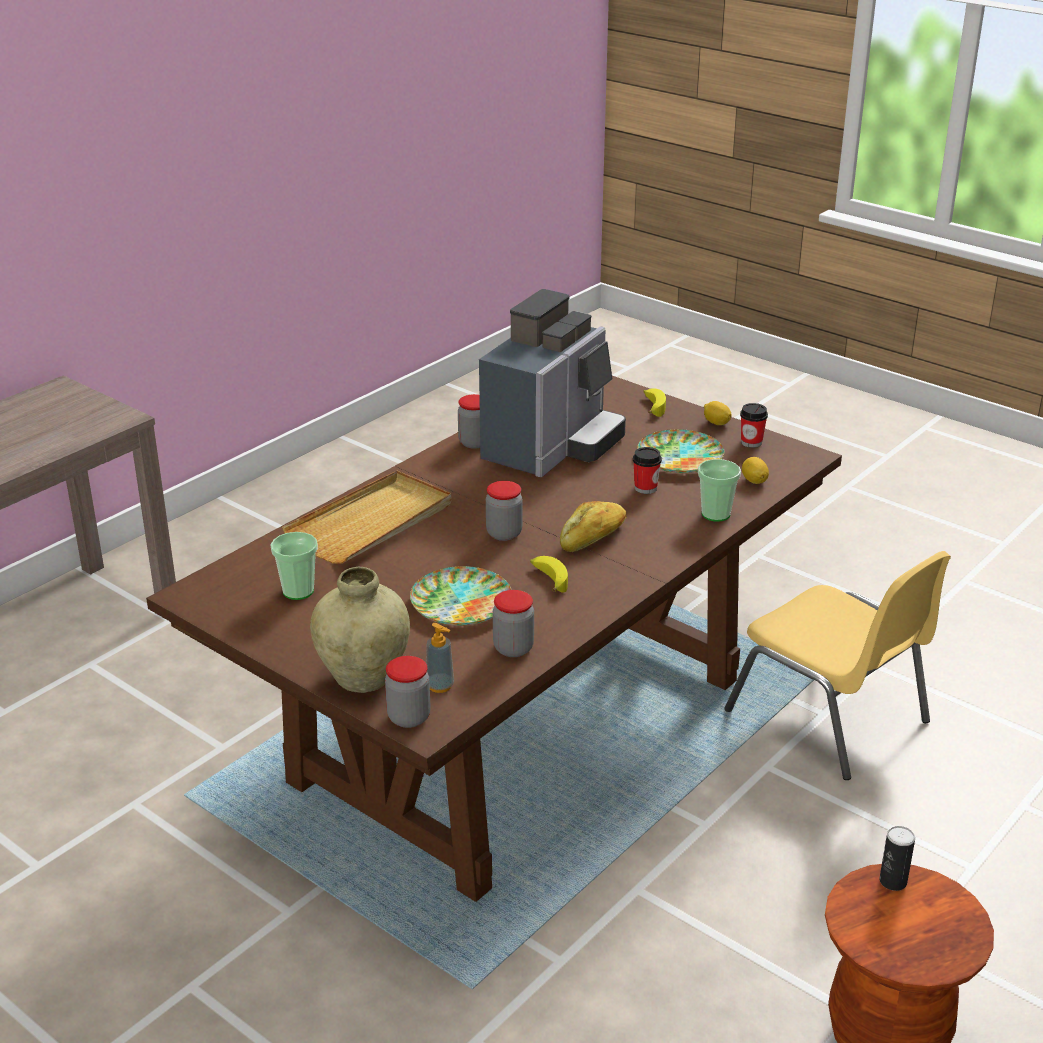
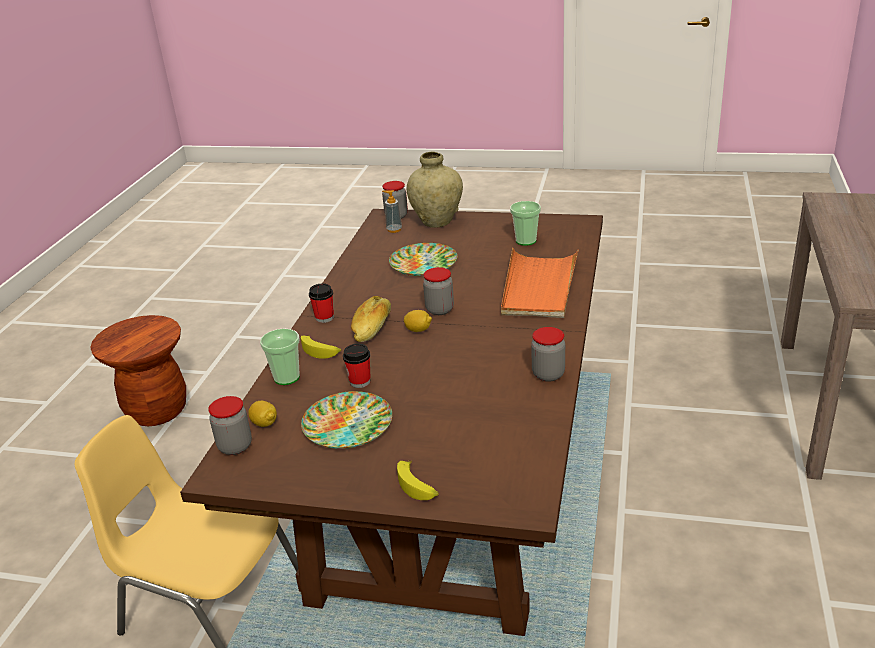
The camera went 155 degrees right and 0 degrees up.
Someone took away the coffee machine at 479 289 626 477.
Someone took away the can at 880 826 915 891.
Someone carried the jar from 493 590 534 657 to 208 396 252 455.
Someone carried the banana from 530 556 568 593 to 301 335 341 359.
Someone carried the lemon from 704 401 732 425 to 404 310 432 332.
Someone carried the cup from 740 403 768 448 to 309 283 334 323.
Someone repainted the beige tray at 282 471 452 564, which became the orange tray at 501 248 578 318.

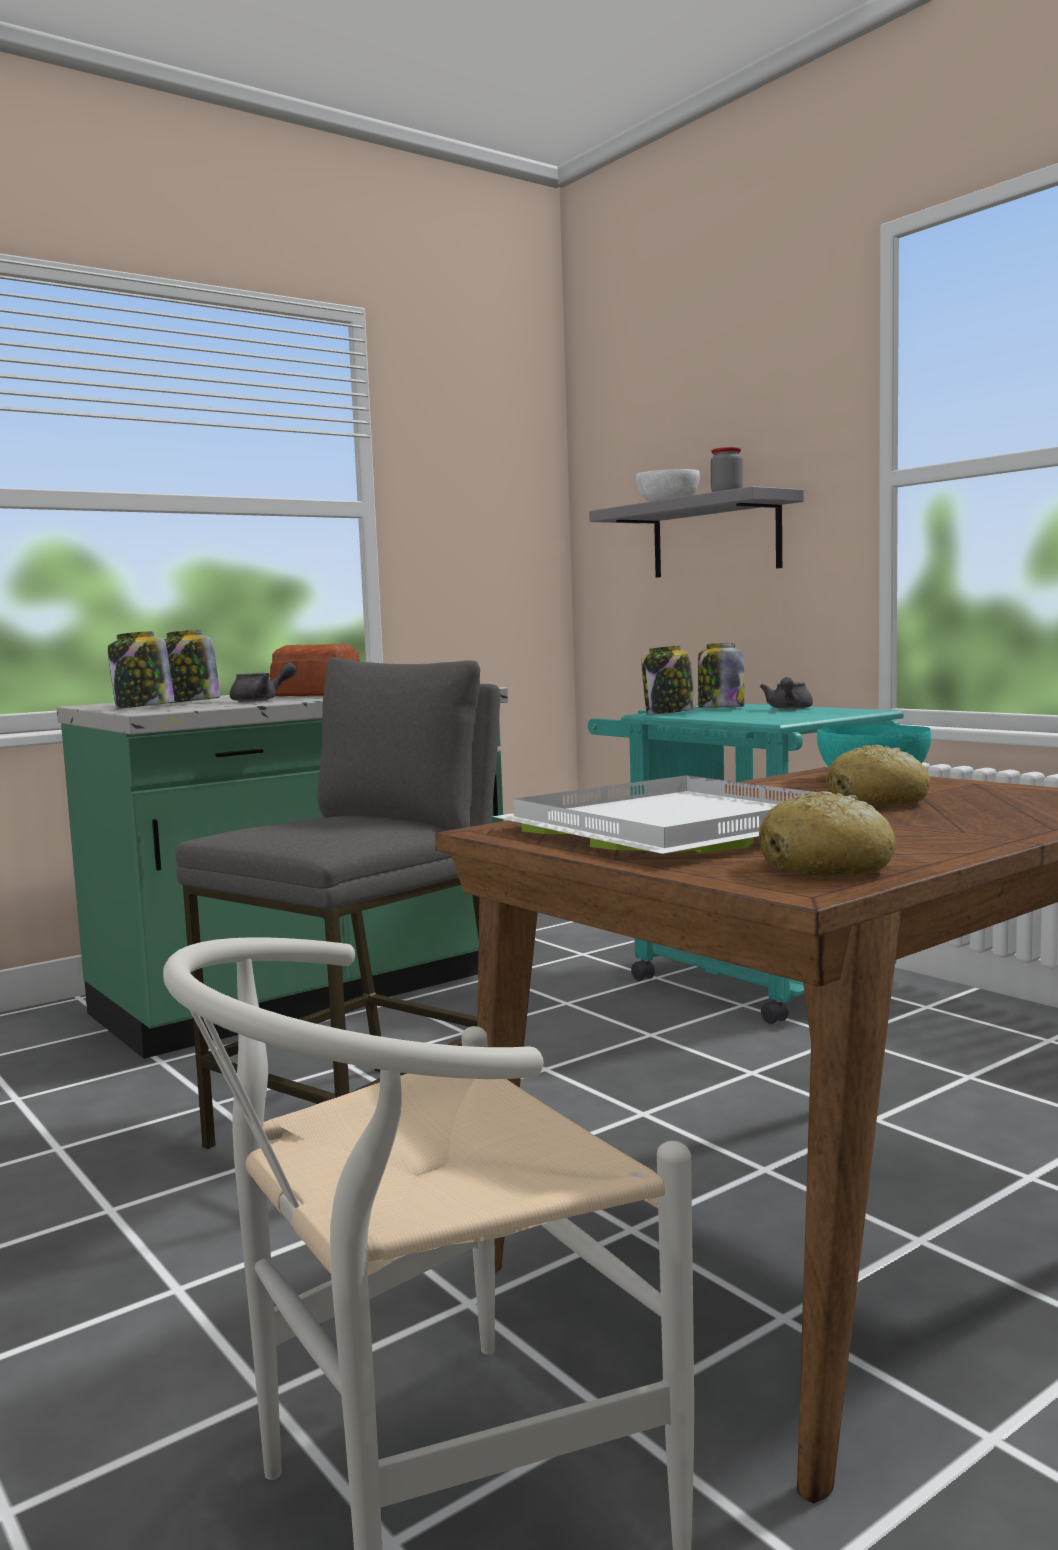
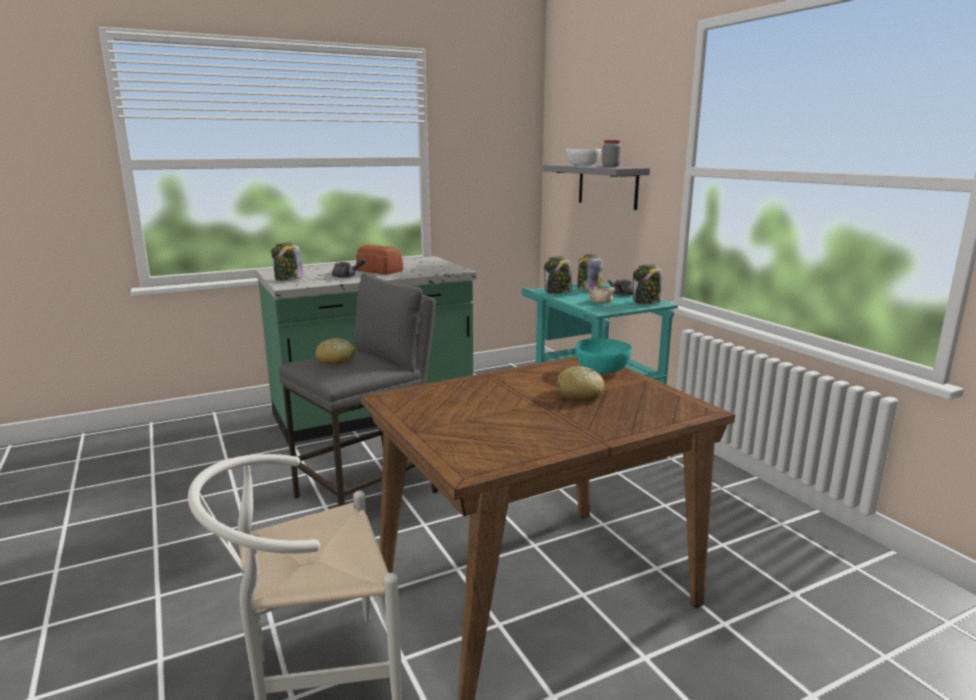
The camera went 10 degrees right and 10 degrees up.
Someone took away the white tray at 492 775 811 854.
Someone put down the beige teapot at 587 286 615 303.
Someone carried the jar from 165 630 220 703 to 633 265 662 304.
Someone carried the bread from 759 791 895 877 to 316 338 355 364.

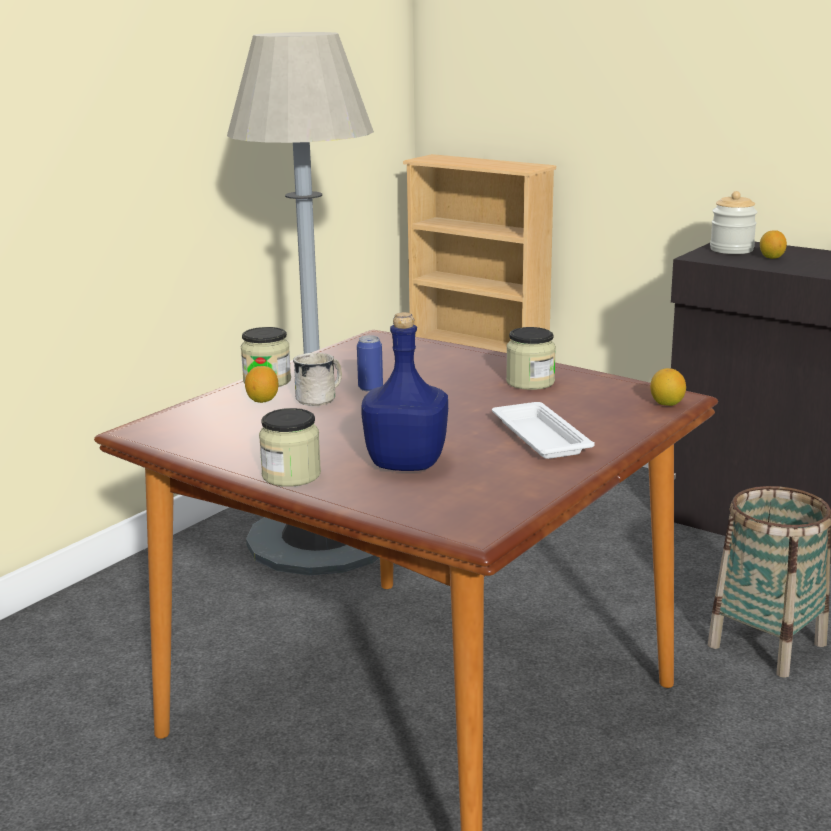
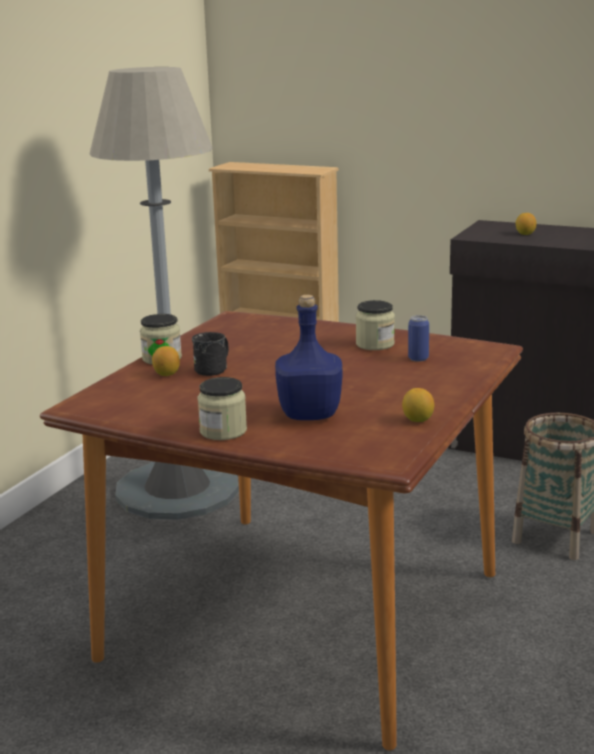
The camera went 10 degrees left and 0 degrees up.
Someone took away the white tray at 492 402 595 459.
Someone took away the jar at 710 191 757 254.
Someone carried the can from 357 335 383 391 to 408 315 429 362.
Someone carried the lemon from 650 368 686 406 to 402 388 434 422.
Someone repainted the white mug at 293 353 342 406, which became the black mug at 192 332 229 376.

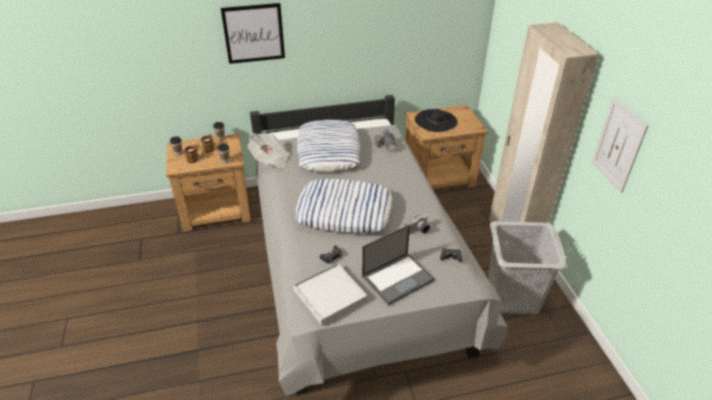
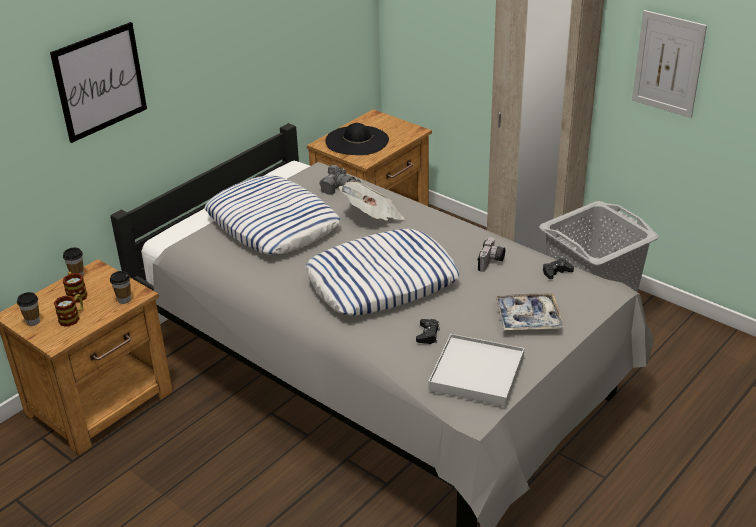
The camera went 35 degrees left and 5 degrees down.
Someone carried the newspaper from 247 133 290 169 to 339 182 405 221.
Someone swapped the laptop at 362 224 434 305 for the tray at 495 293 564 331.

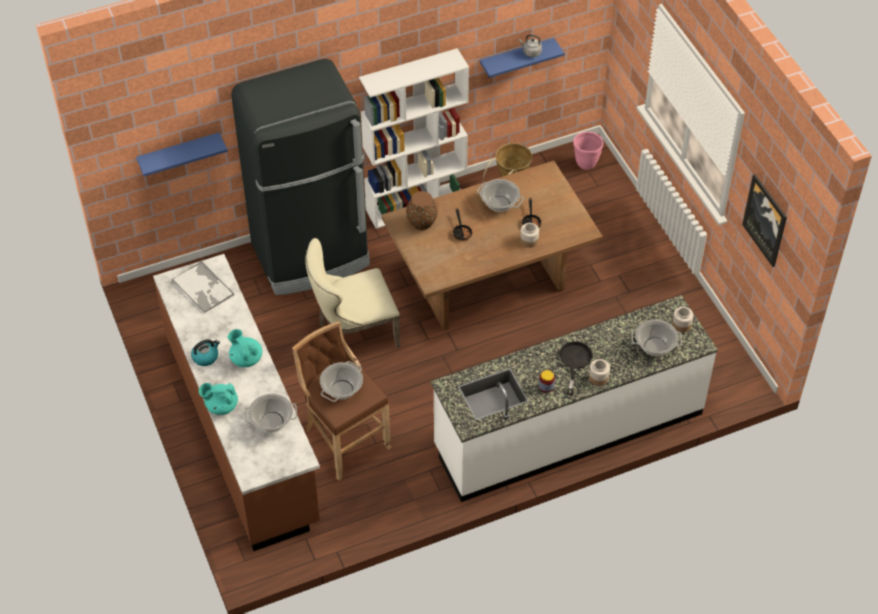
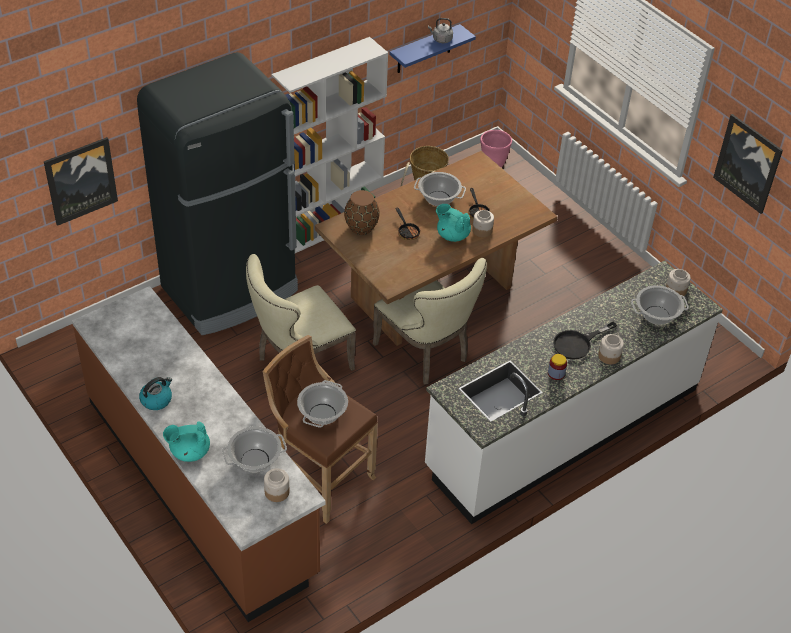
The camera went 15 degrees left and 5 degrees down.
Someone took away the tray at 172 261 234 313.
Someone put down the jar at 264 468 290 502.
Someone put down the beige chair at 373 258 487 384.
Someone carried the turquoise teapot from 228 329 262 367 to 436 204 471 242.
Someone swapped the blue shelf at 136 132 228 176 for the picture at 44 137 118 226.
Someone rotated the black frying pan at 559 341 593 395 by 120 degrees counterclockwise.

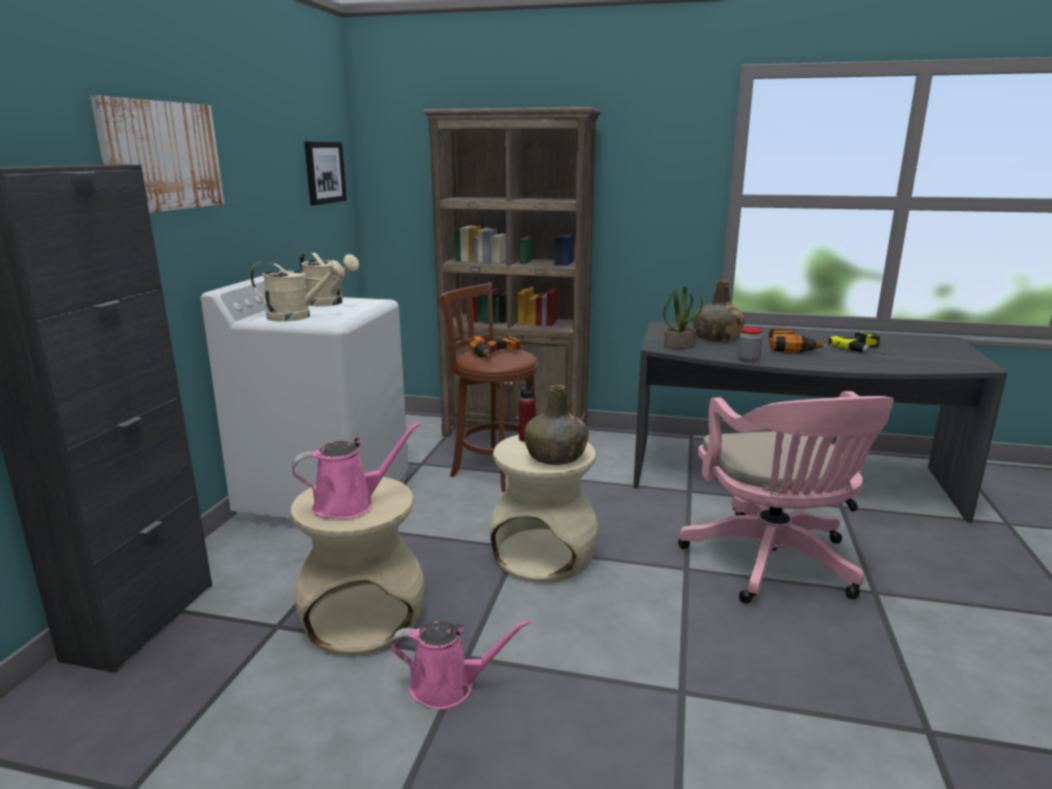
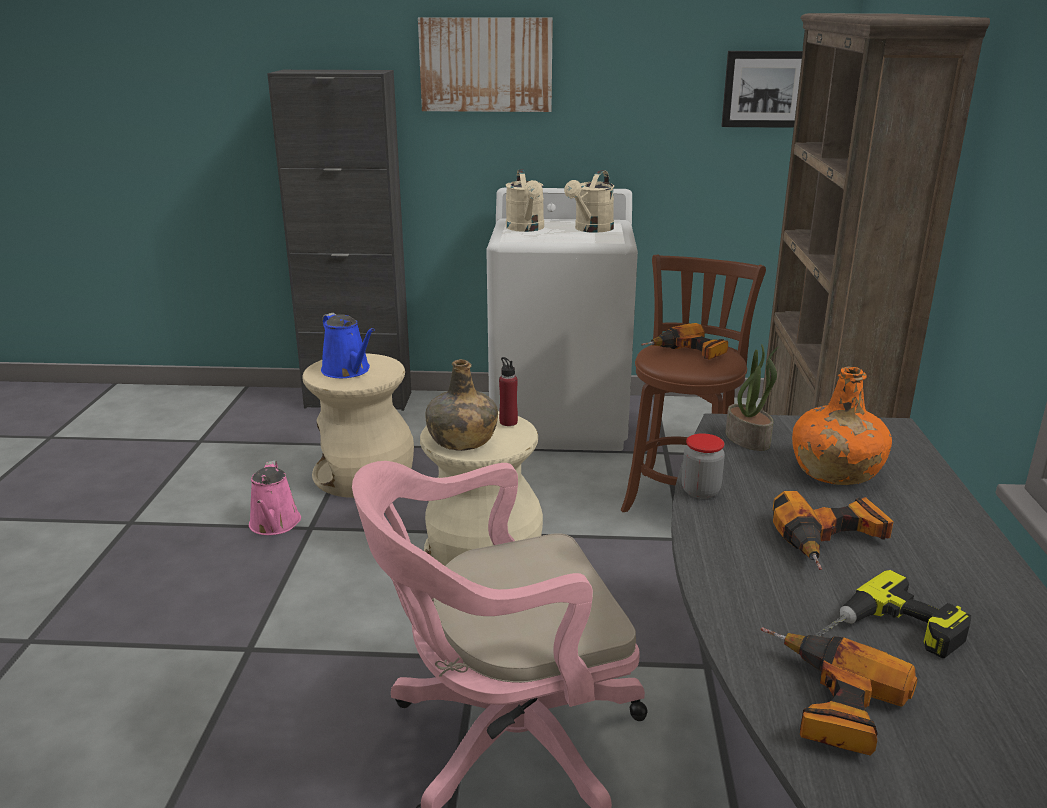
The camera went 80 degrees right and 5 degrees up.
Someone put down the power drill at 760 627 918 756.
Someone repainted the pink watering can at 292 422 421 519, which became the blue watering can at 321 313 375 378.
Someone repainted the green bottle at 693 280 745 342, which became the orange bottle at 792 366 892 485.

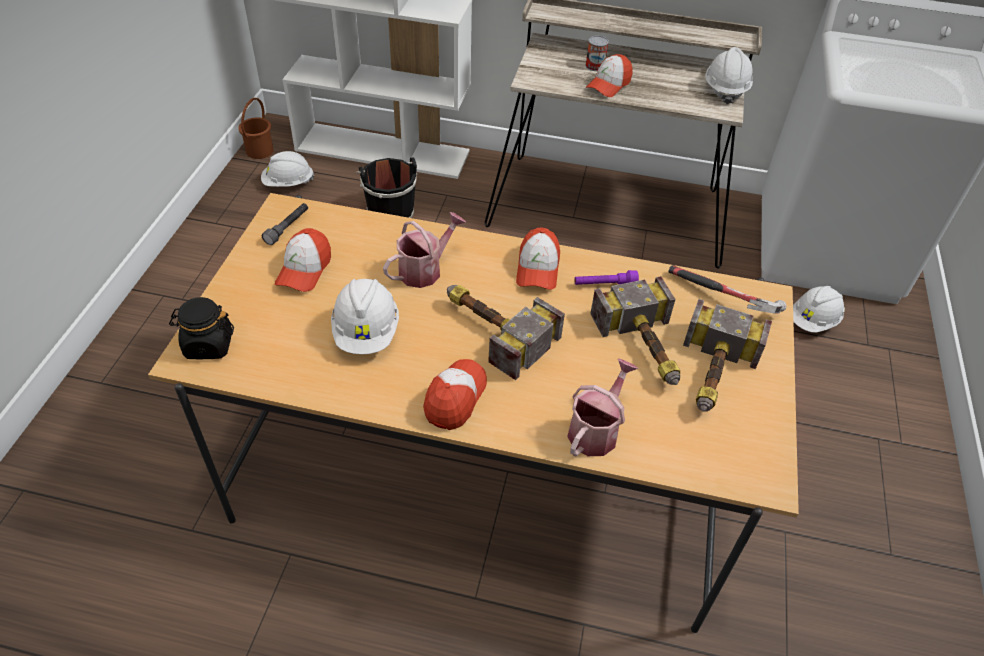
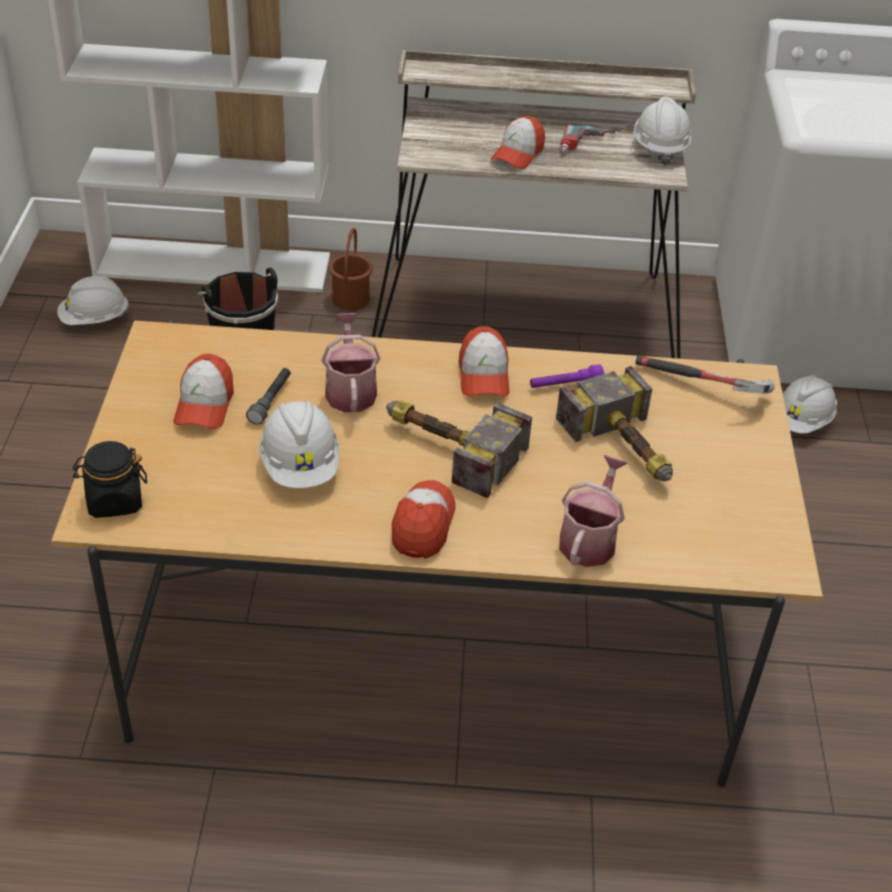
The camera went 10 degrees left and 5 degrees down.
Someone took away the can at 585 36 609 71.
Someone took away the hammer at 683 299 772 412.
Someone put down the power drill at 561 125 621 153.
Someone carried the brown bucket from 238 98 274 159 to 329 228 373 310.
Someone carried the grey flashlight from 262 203 308 245 to 246 368 291 425.
Someone rotated the watering can at 383 212 466 288 by 45 degrees counterclockwise.

